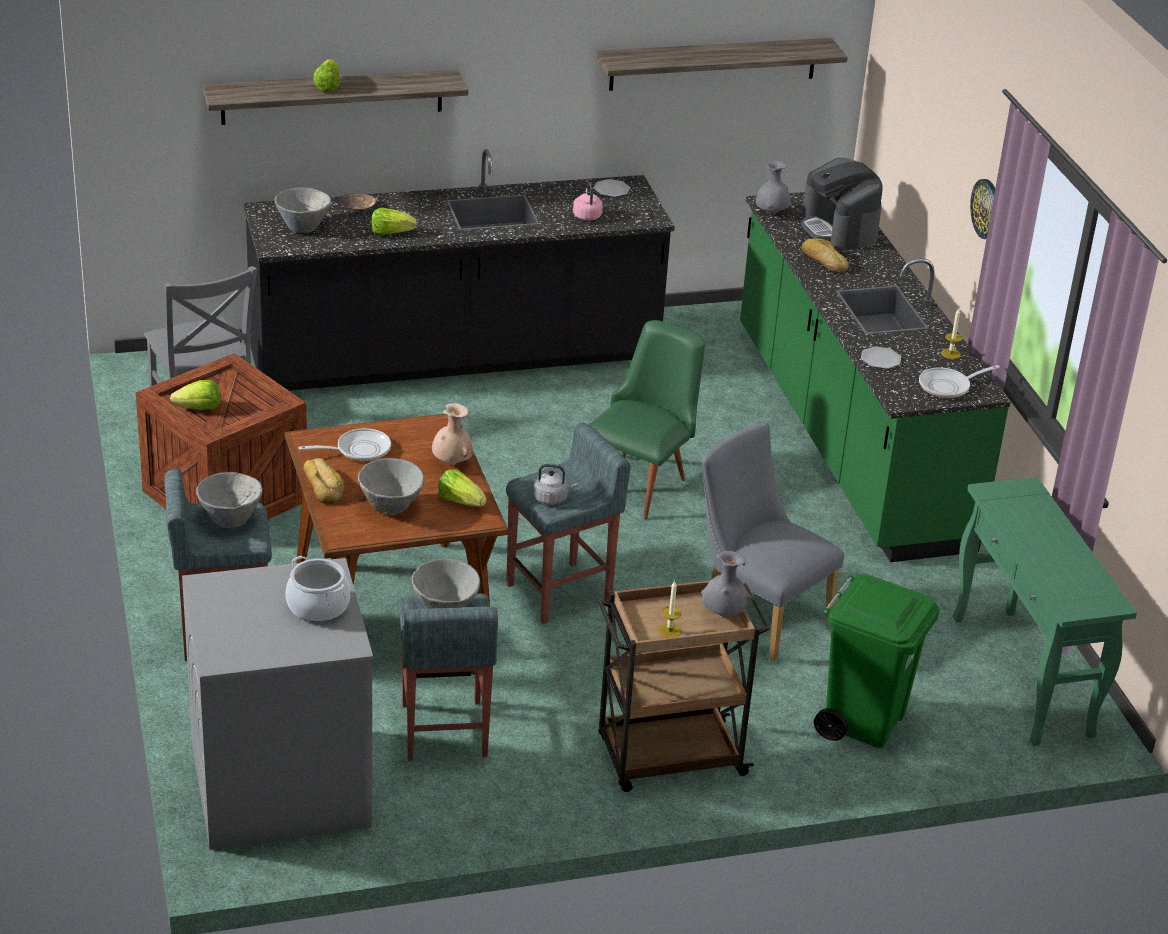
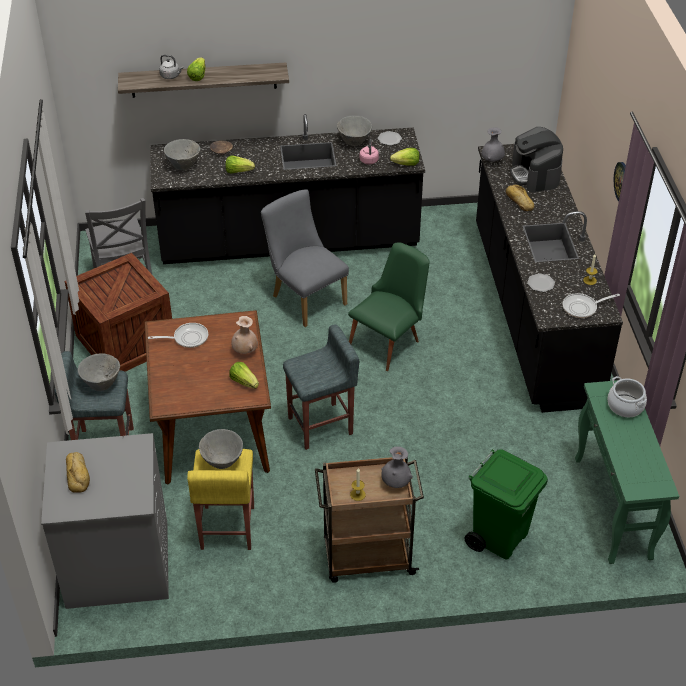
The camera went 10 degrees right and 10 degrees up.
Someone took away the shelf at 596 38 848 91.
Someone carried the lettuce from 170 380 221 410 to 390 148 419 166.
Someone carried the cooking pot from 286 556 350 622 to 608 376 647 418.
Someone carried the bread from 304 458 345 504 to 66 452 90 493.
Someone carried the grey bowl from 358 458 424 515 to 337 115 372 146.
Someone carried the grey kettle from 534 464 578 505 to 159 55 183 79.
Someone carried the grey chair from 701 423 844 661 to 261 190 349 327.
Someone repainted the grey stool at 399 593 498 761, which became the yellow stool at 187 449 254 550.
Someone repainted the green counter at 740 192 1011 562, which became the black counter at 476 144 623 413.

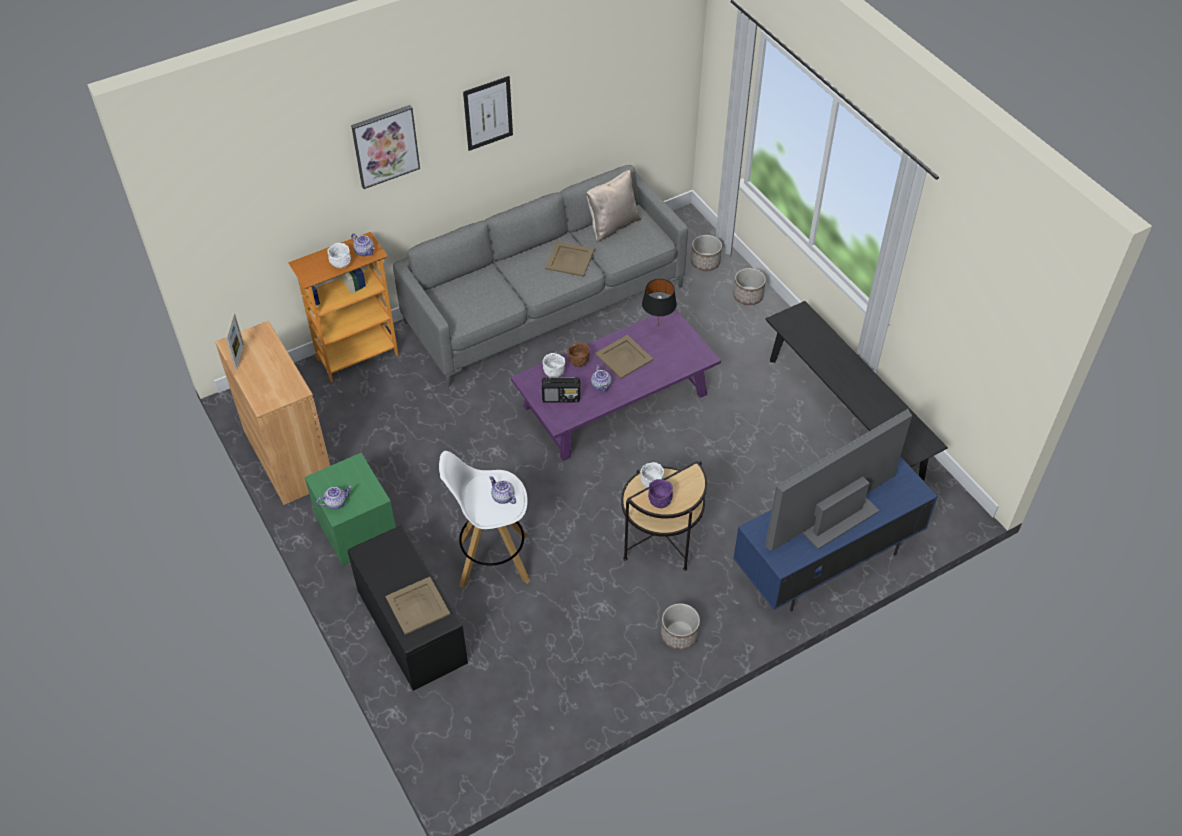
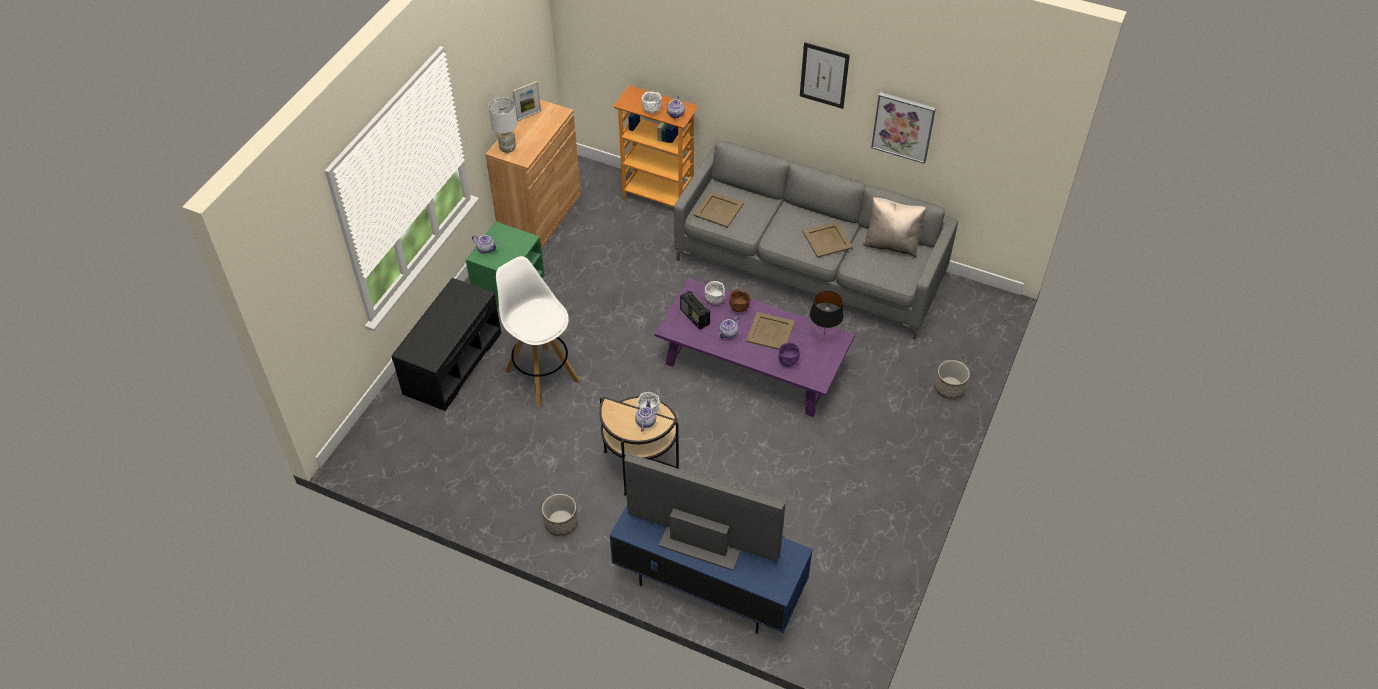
The camera went 55 degrees right and 0 degrees up.
Someone took away the planter at 691 235 722 271.
Someone took away the black bench at 766 301 948 480.
Someone put down the white table lamp at 489 97 518 153.
Someone carried the picture from 351 105 420 189 to 871 92 936 164.
Someone carried the beige tray from 385 577 451 635 to 694 191 744 228.
Someone carried the teapot from 489 476 516 504 to 635 399 656 432.
Someone carried the purple bowl from 648 479 673 508 to 778 342 800 367.

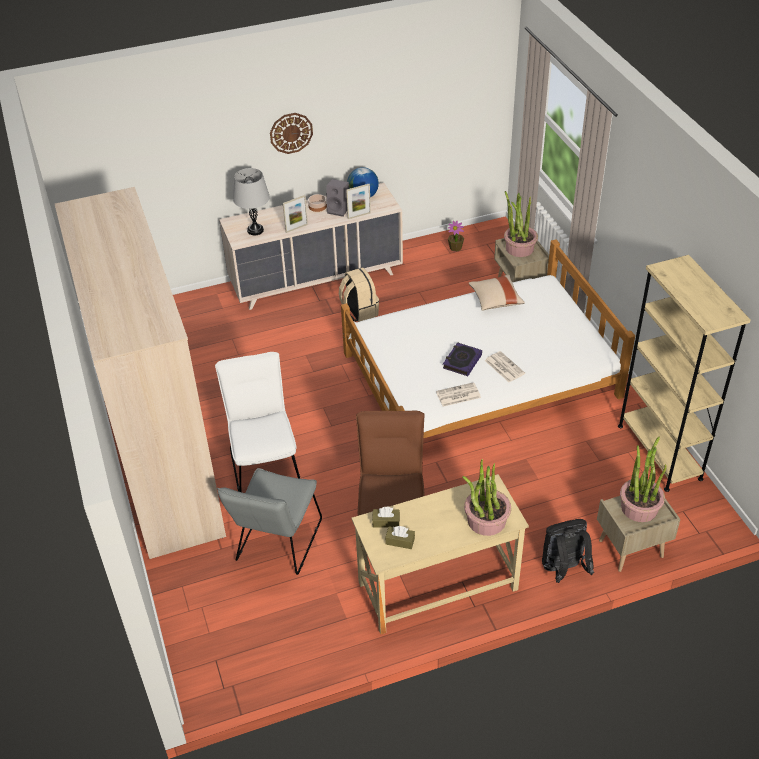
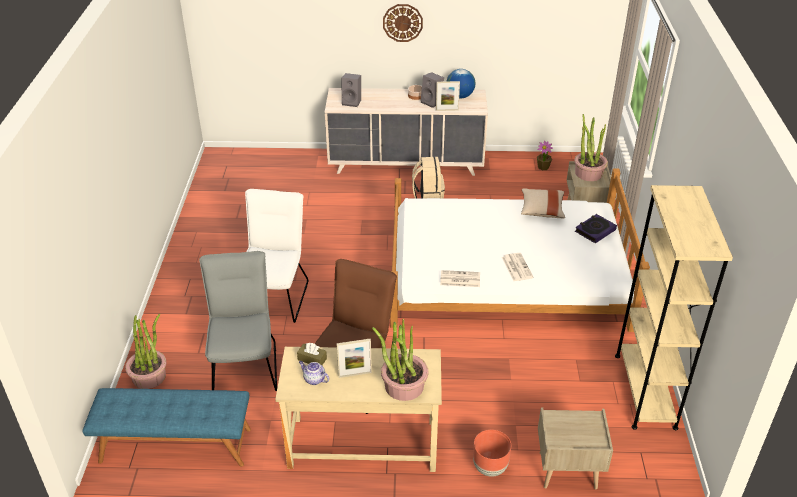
The camera went 20 degrees right and 5 degrees down.
Someone took away the wardrobe at 55 187 226 559.
Someone put down the blue bench at 82 388 251 467.
Someone carried the picture frame from 283 195 308 233 to 337 339 372 378.
Someone carried the book from 443 342 482 376 to 575 214 617 243.
Someone carried the potted plant from 620 437 667 522 to 125 314 166 389.
Someone swapped the grey table lamp at 233 168 270 235 for the grey speaker at 342 73 361 107.
Someone swapped the brown tissue box at 385 526 415 549 for the teapot at 299 361 329 385.
Someone swapped the black backpack at 542 519 594 583 for the brown planter at 473 430 511 477.
Someone rotated the grey chair at 217 468 322 575 by 135 degrees clockwise.

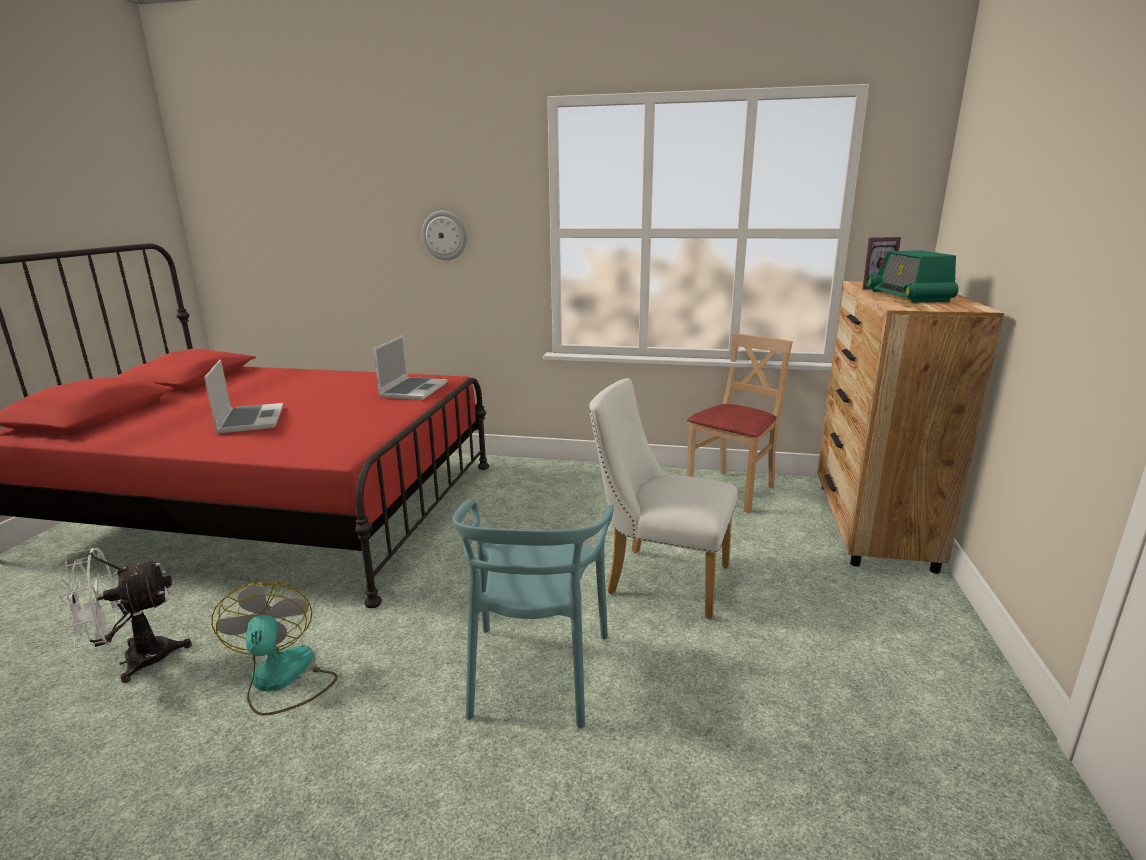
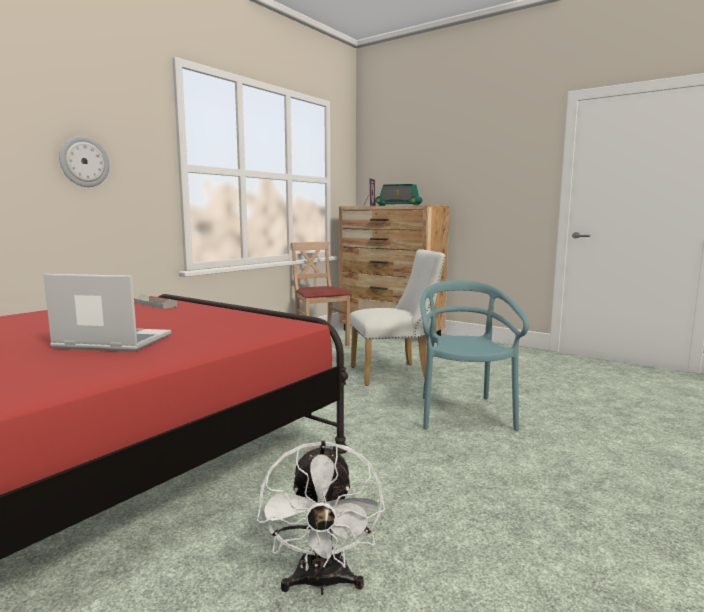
The camera went 65 degrees left and 10 degrees down.
Someone took away the fan at 211 580 337 716.
Someone swapped the laptop at 374 335 447 400 for the grey tray at 135 294 178 309.
Someone rotated the turquoise chair at 452 500 614 728 by 120 degrees counterclockwise.
Someone rotated the white chair at 589 378 738 619 by 150 degrees counterclockwise.

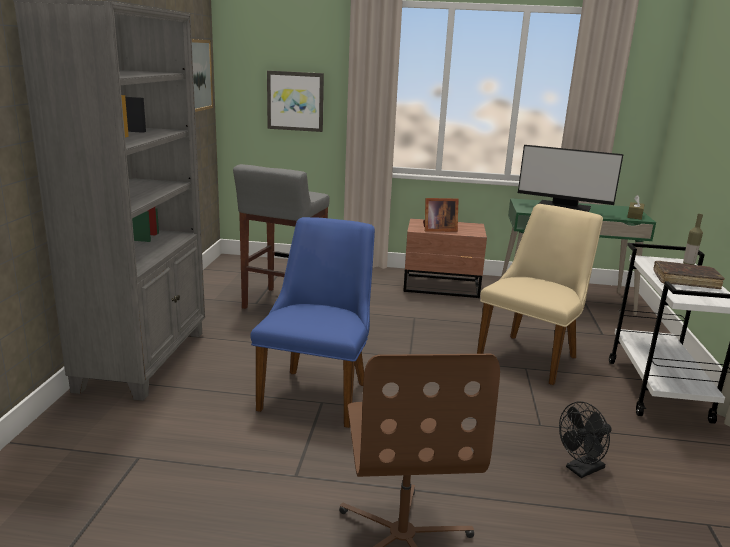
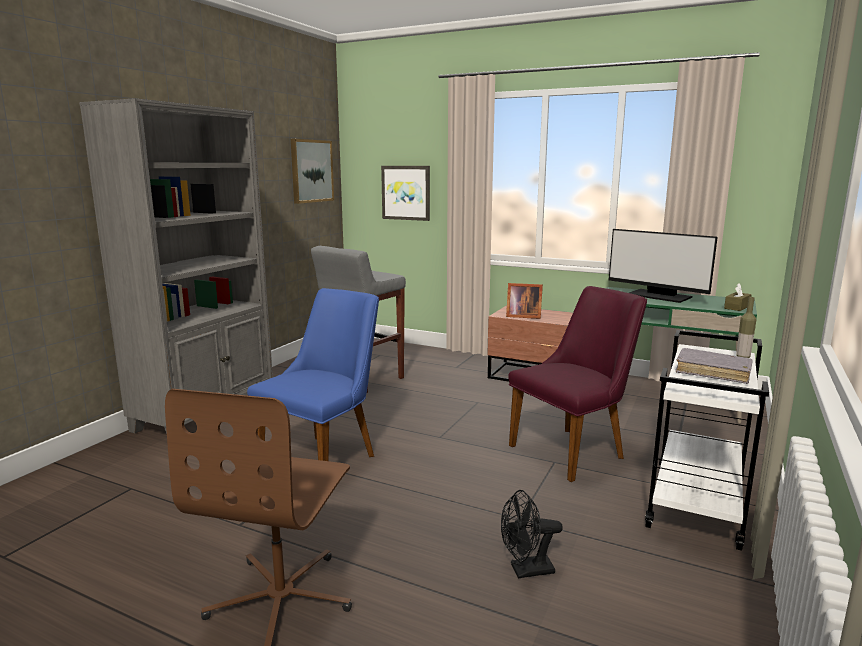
The camera went 20 degrees right and 5 degrees down.
Someone repainted the beige chair at 477 204 603 385, which became the purple chair at 508 286 647 482.
Someone repainted the brown book at 653 261 725 289, which became the grey book at 675 348 752 384.

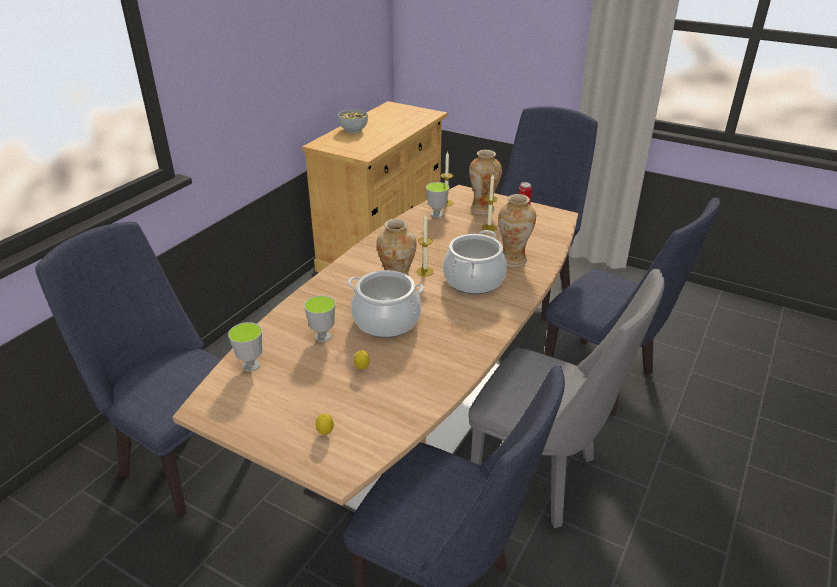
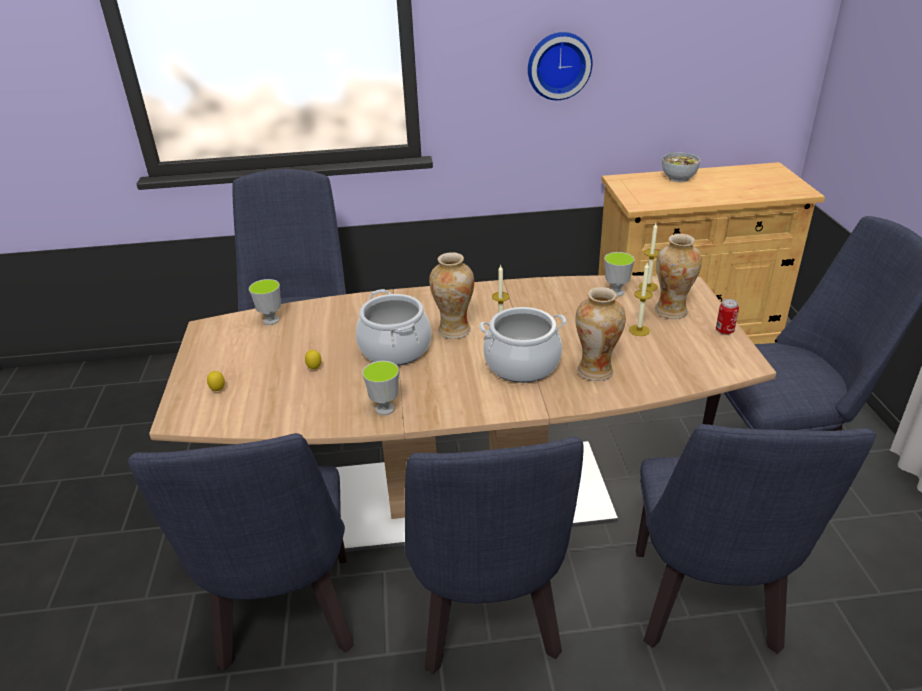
The camera went 55 degrees right and 0 degrees up.
Someone put up the wall clock at 528 32 593 100.
Someone carried the cup from 304 296 336 342 to 362 361 399 415.
Someone repainted the grey chair at 469 269 665 528, which became the blue chair at 404 437 583 674.

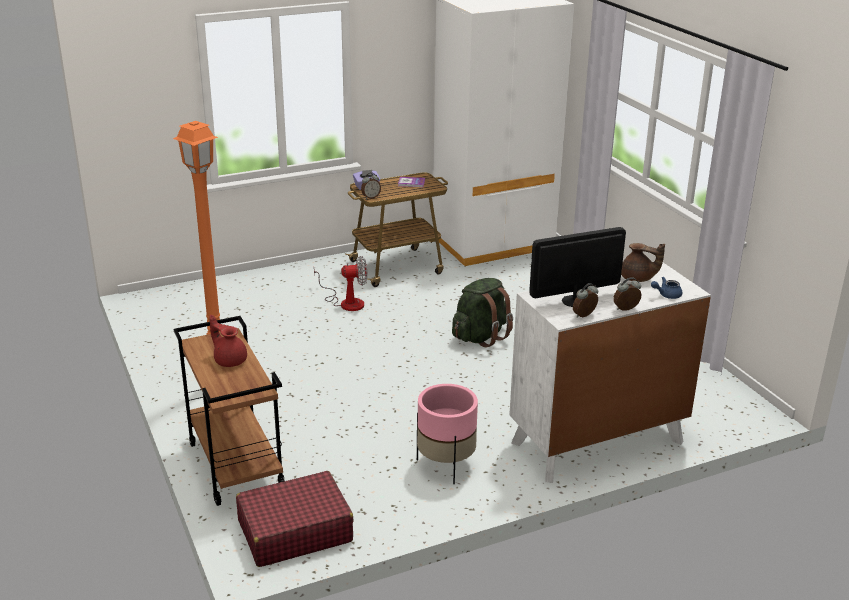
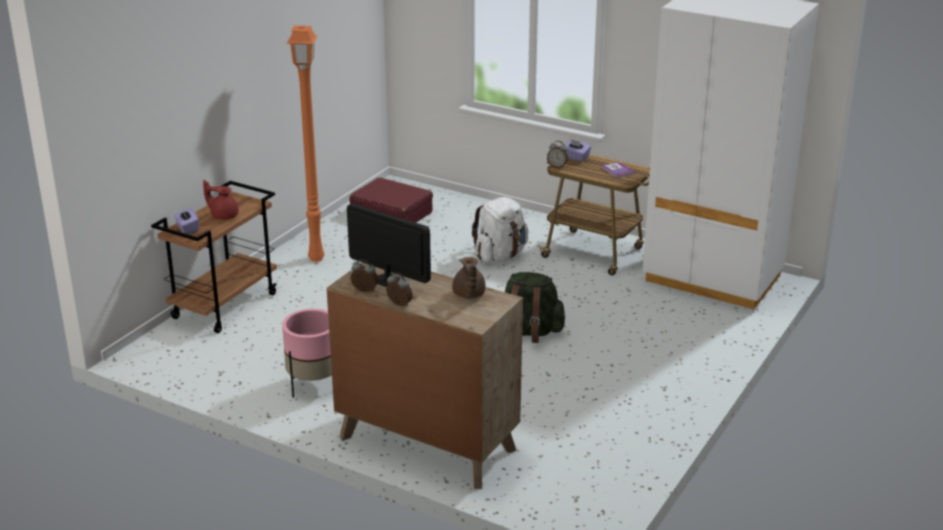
The camera went 55 degrees right and 0 degrees up.
Someone took away the blue teapot at 651 277 682 299.
Someone put down the purple tissue box at 174 208 199 234.
Someone carried the red suitcase from 236 471 354 567 to 349 177 433 223.
Someone swapped the fan at 314 256 367 311 for the white backpack at 472 197 528 262.
Someone repainted the white dresser at 509 263 711 483, which became the brown dresser at 327 262 523 489.
Someone rotated the red teapot at 210 315 247 367 by 75 degrees counterclockwise.

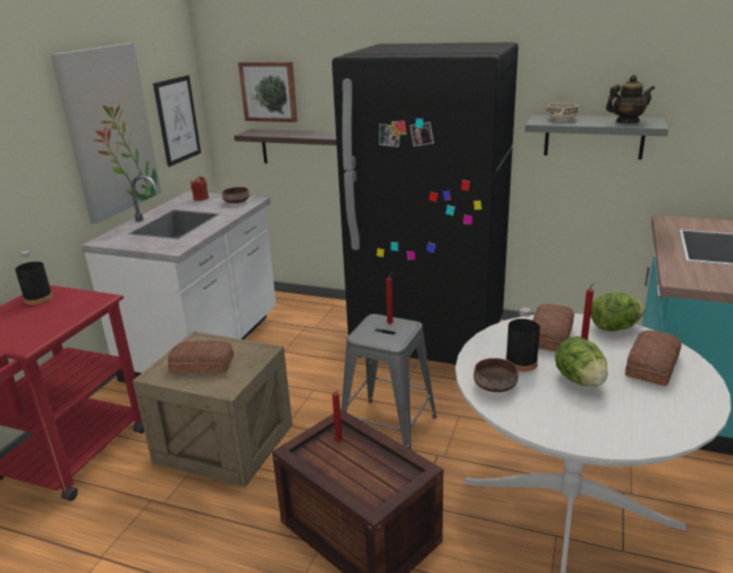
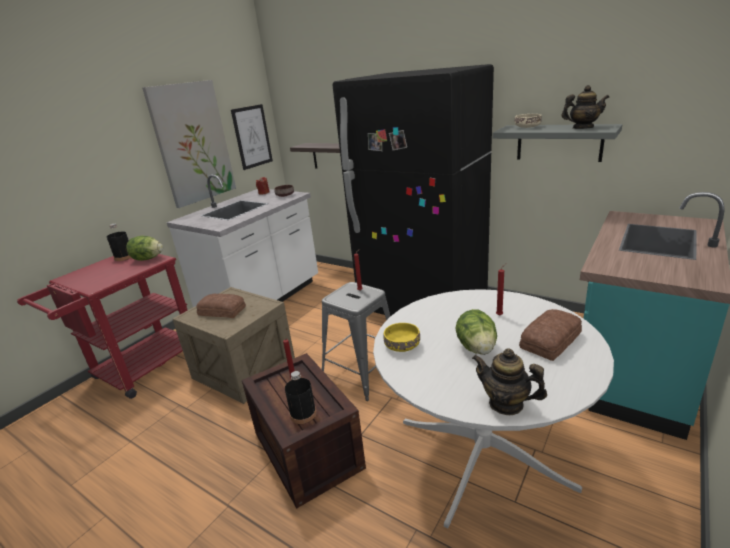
The camera went 15 degrees right and 0 degrees up.
Someone took away the picture at 238 62 297 122.
Someone took away the bread at 532 304 574 351.
Someone put down the teapot at 472 348 547 415.
Someone carried the black bottle from 506 307 540 371 to 285 371 317 424.
Someone carried the lettuce from 591 292 645 331 to 126 236 163 261.
Someone repainted the brown bowl at 474 358 518 392, which became the yellow bowl at 384 323 420 352.

